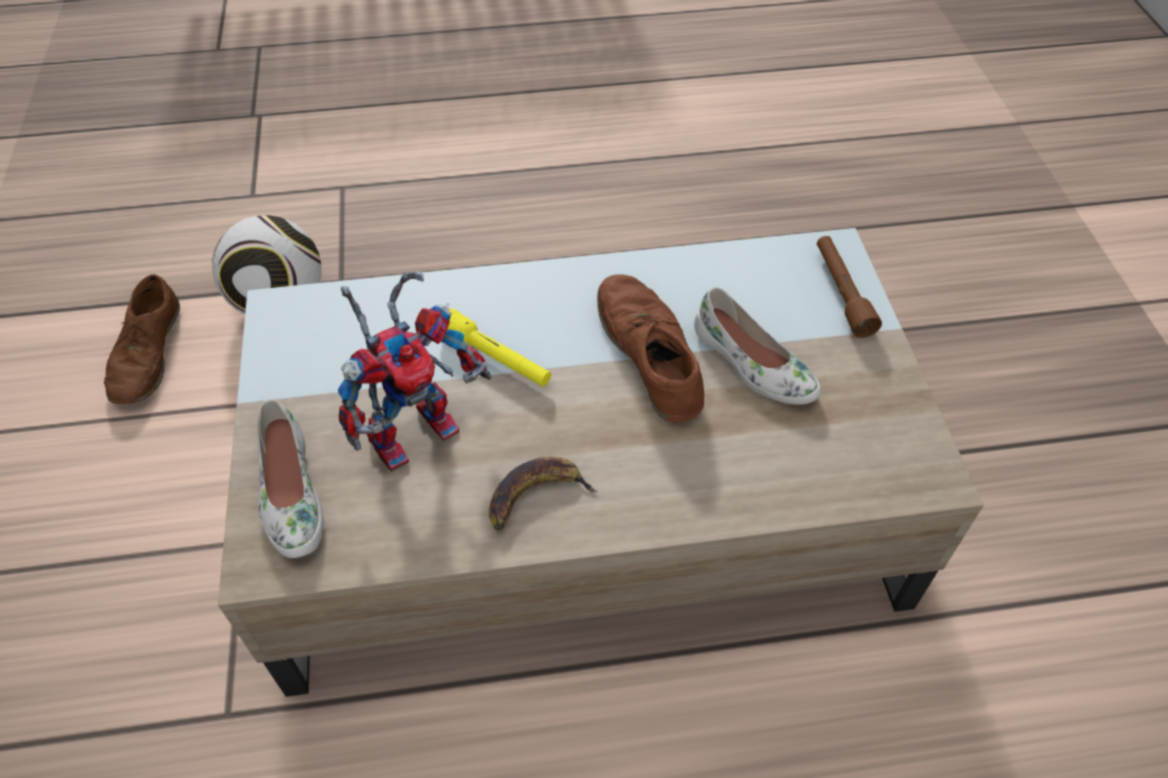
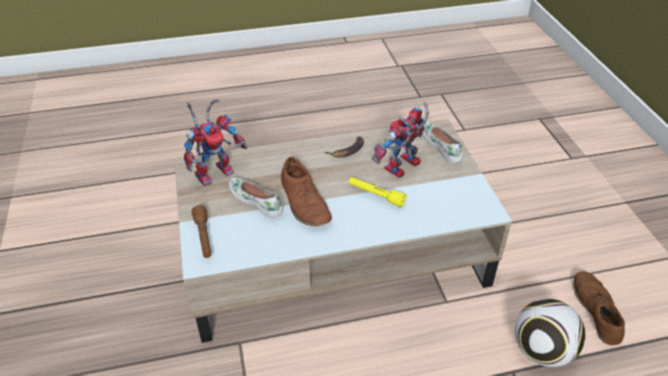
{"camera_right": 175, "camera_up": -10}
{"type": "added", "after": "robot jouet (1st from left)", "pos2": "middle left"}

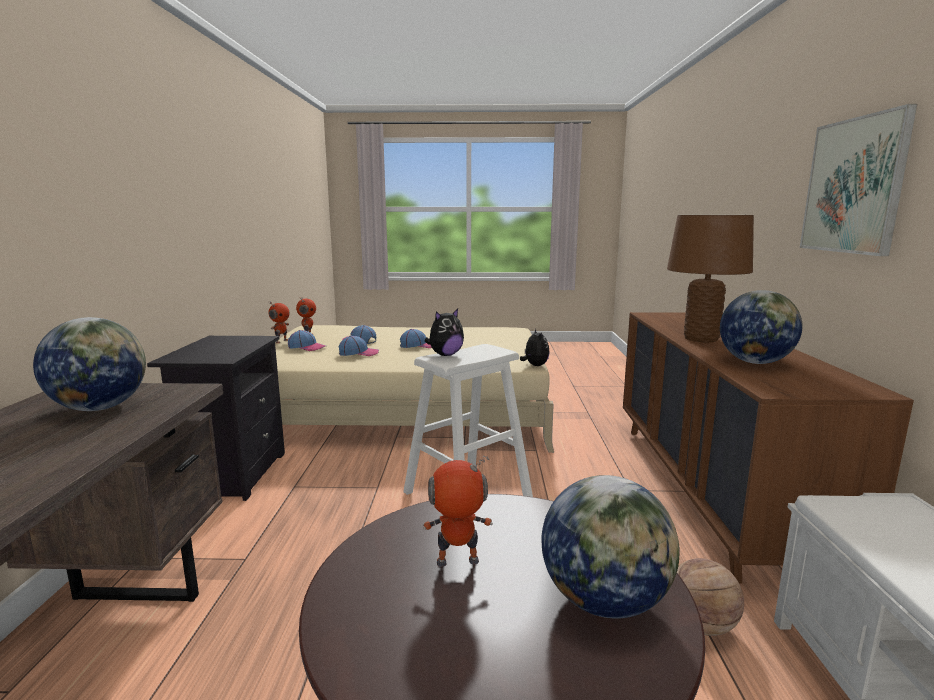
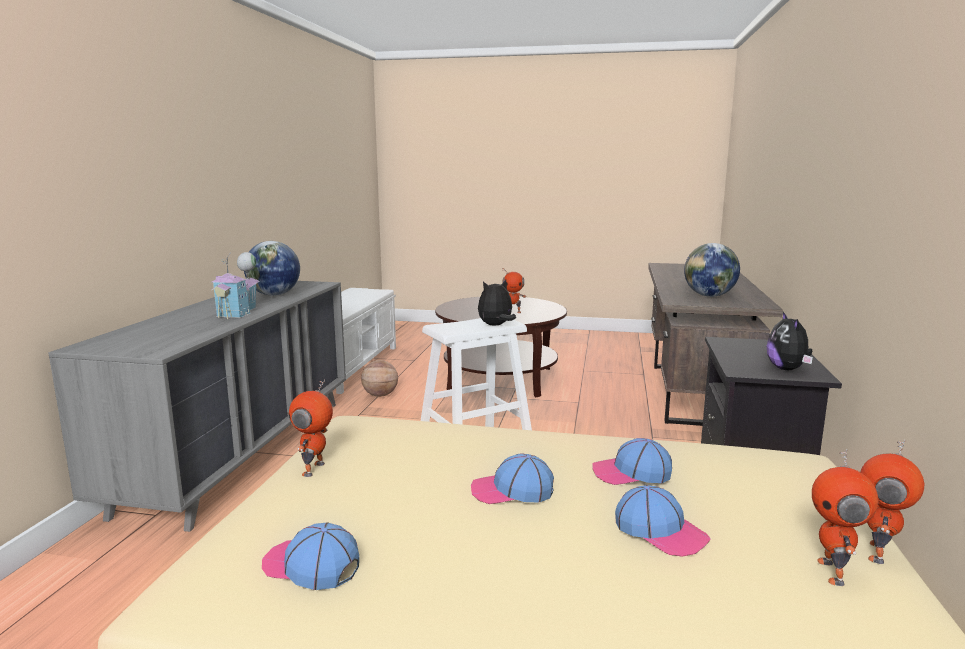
{"camera_right": -170, "camera_up": 0}
{"type": "recoloured", "before": "commode/marron", "after": "commode/gris", "pos1": "middle right", "pos2": "middle left"}
{"type": "replaced", "before": "lampe de table/marron", "after": "maison miniature", "pos1": "middle right", "pos2": "middle left"}
{"type": "moved", "before": "casquette (1st from left)", "pos1": "middle left", "pos2": "bottom left"}
{"type": "added", "after": "robot jouet (1st from left)", "pos2": "middle left"}
{"type": "moved", "before": "peluche (2nd from left)", "pos1": "centre", "pos2": "middle right"}
{"type": "removed", "before": "globe (2nd from left)", "pos1": "bottom centre"}
{"type": "removed", "before": "tableau", "pos1": "top right"}

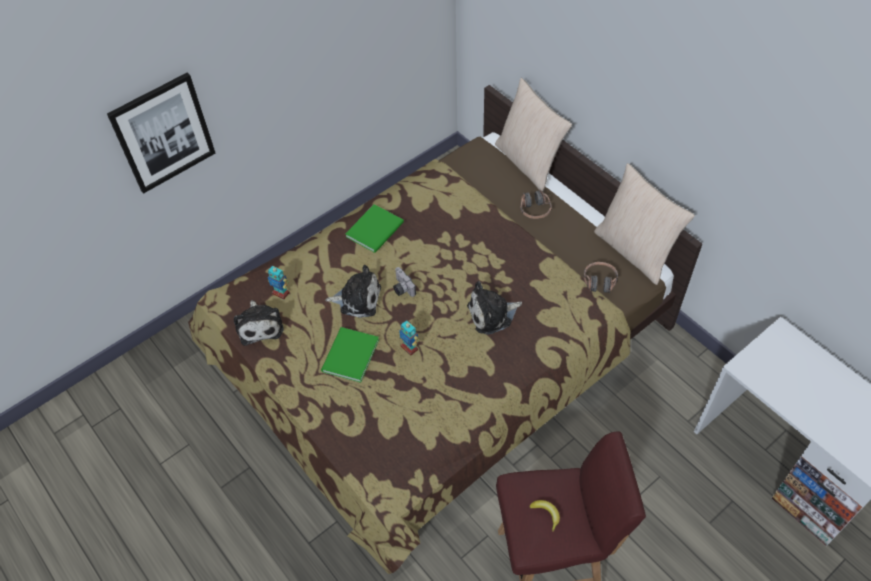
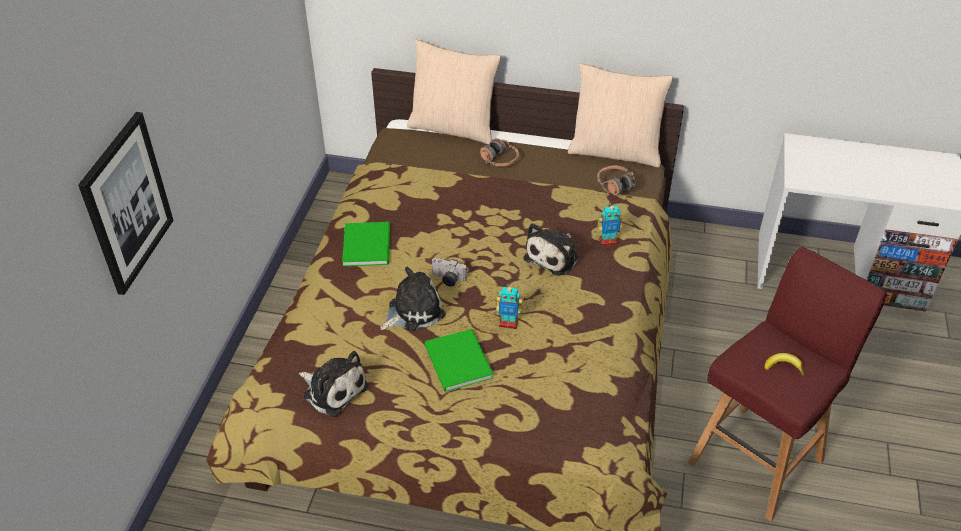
{"camera_right": -40, "camera_up": -10}
{"type": "moved", "before": "robot jouet (1st from left in the first image)", "after": "robot jouet (2nd from left)", "pos1": "middle left", "pos2": "centre"}

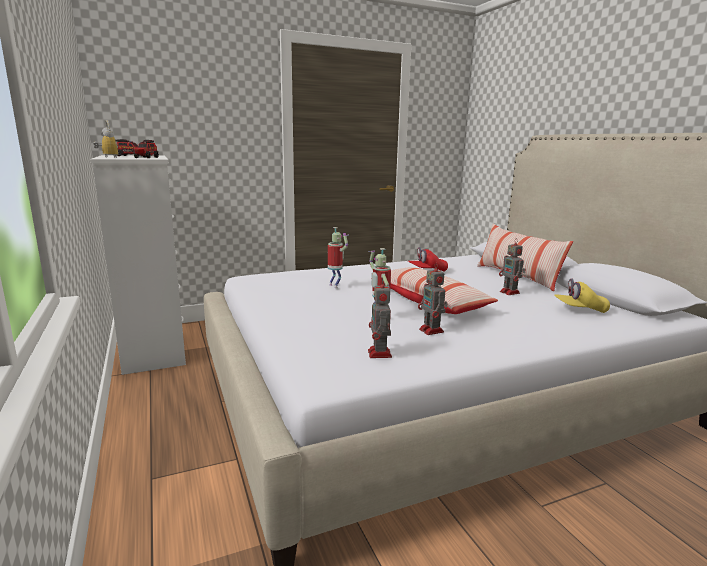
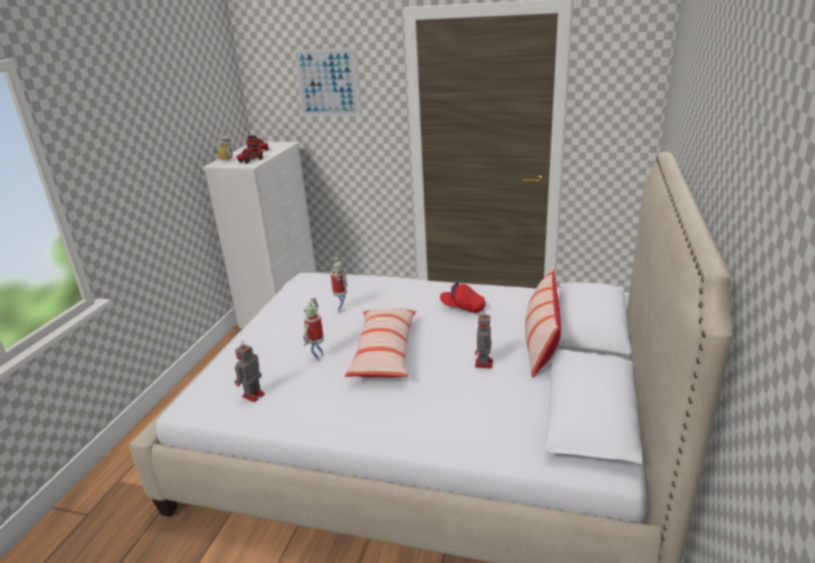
{"camera_right": 40, "camera_up": 10}
{"type": "added", "after": "tableau", "pos2": "top centre"}
{"type": "removed", "before": "robot jouet (4th from left)", "pos1": "centre"}
{"type": "removed", "before": "casquette/jaune", "pos1": "middle right"}

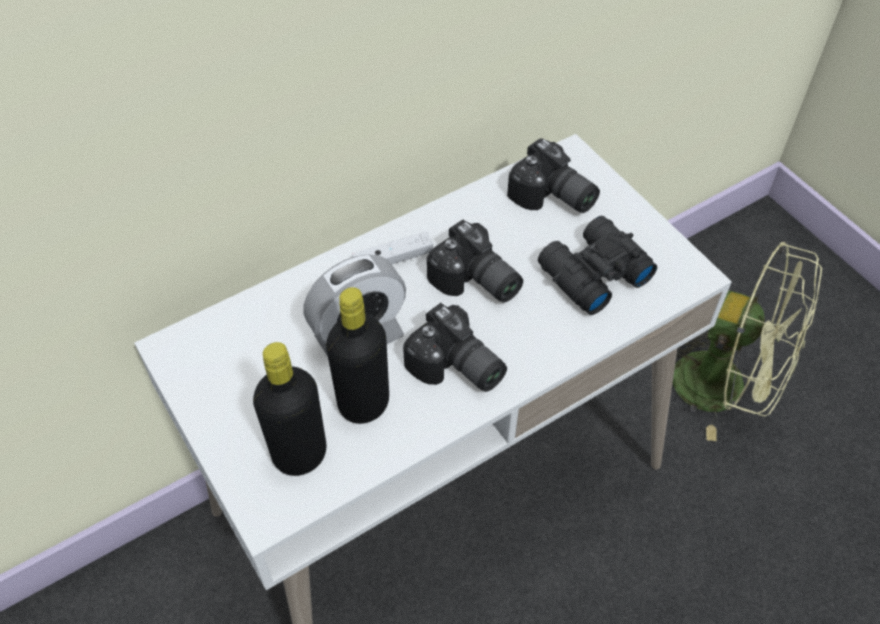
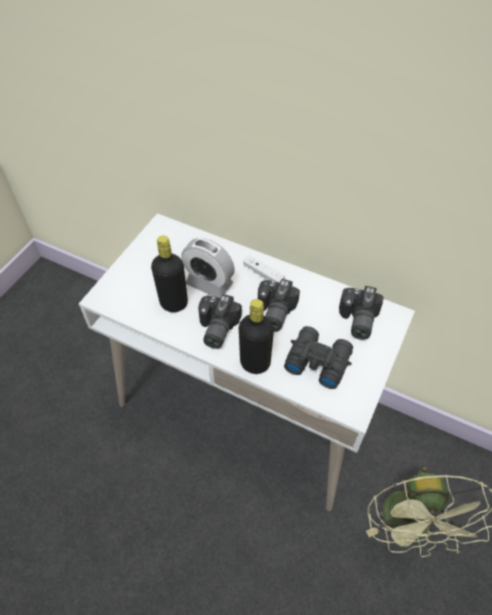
{"camera_right": 60, "camera_up": 0}
{"type": "moved", "before": "bouteille/noir (1st from left in the first image)", "after": "bouteille/noir (2nd from left)", "pos1": "middle left", "pos2": "centre"}

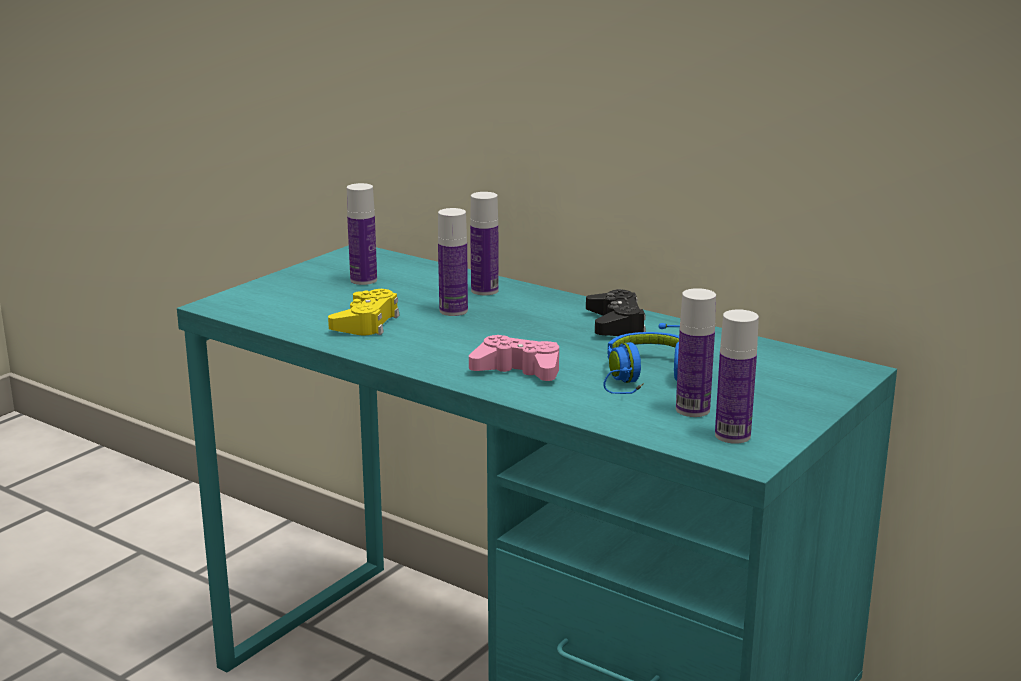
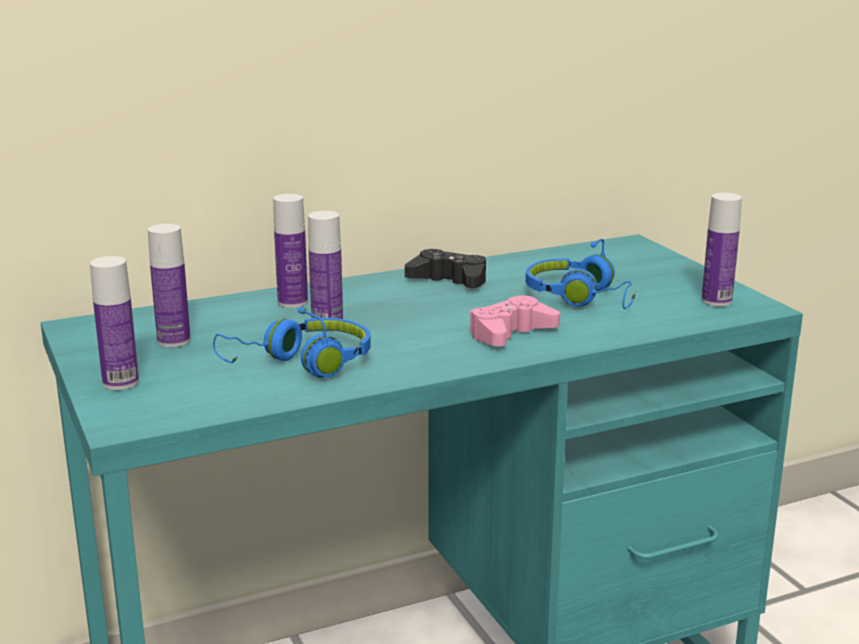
{"camera_right": -60, "camera_up": 0}
{"type": "moved", "before": "bouteille (4th from left in the first image)", "after": "bouteille (1st from left)", "pos1": "middle right", "pos2": "middle left"}
{"type": "replaced", "before": "manette/jaune", "after": "casque audio/bleu (1st from left)", "pos1": "centre", "pos2": "centre"}

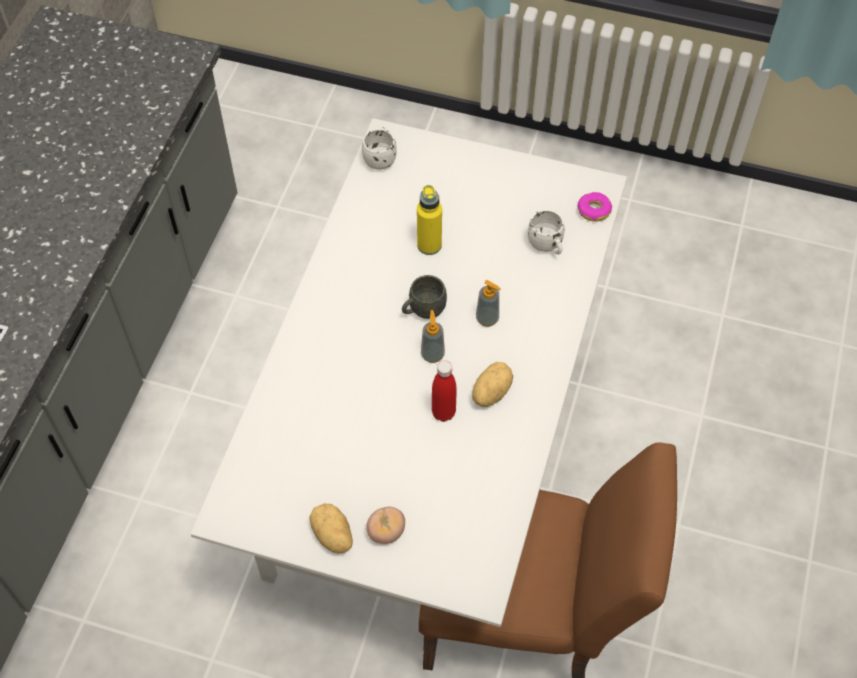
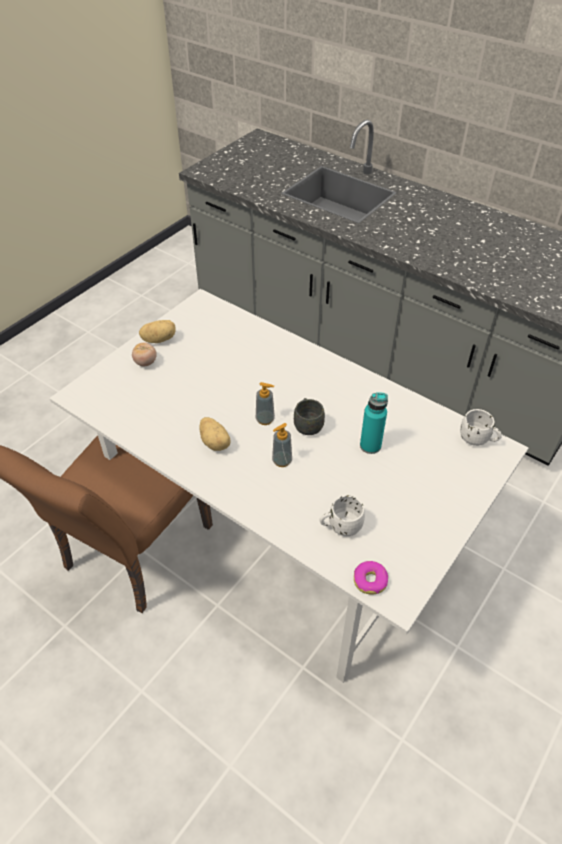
{"camera_right": 110, "camera_up": -10}
{"type": "recoloured", "before": "bouteille/jaune", "after": "bouteille/turquoise", "pos1": "top centre", "pos2": "centre"}
{"type": "removed", "before": "bouteille/rouge", "pos1": "centre"}

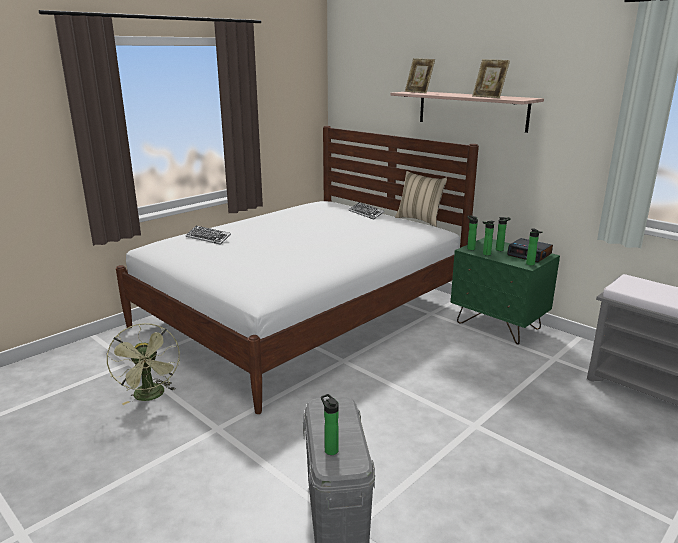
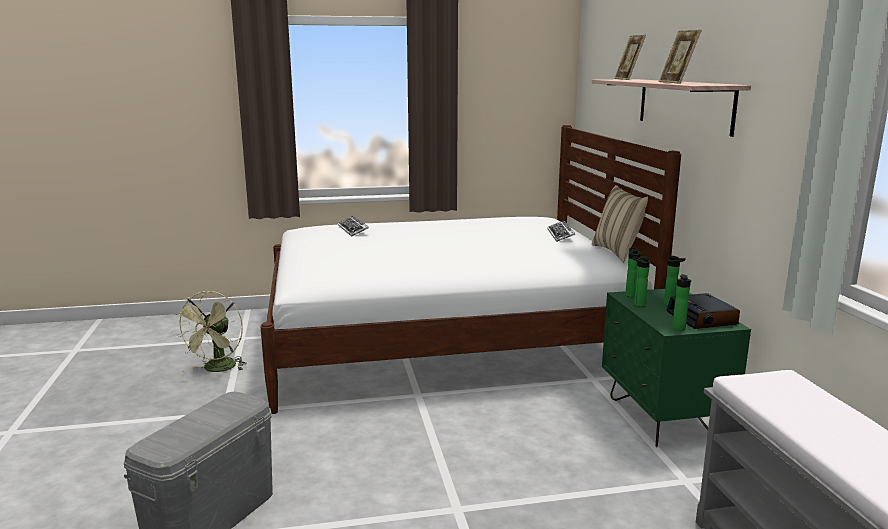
{"camera_right": 35, "camera_up": -5}
{"type": "removed", "before": "bouteille (1st from left)", "pos1": "bottom centre"}

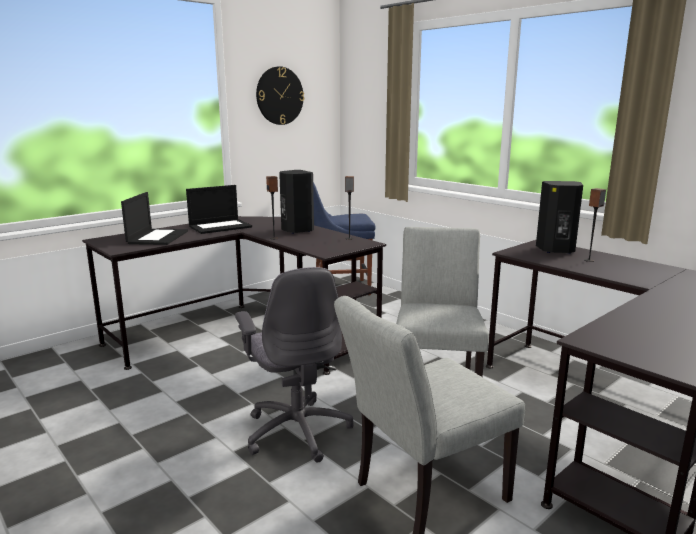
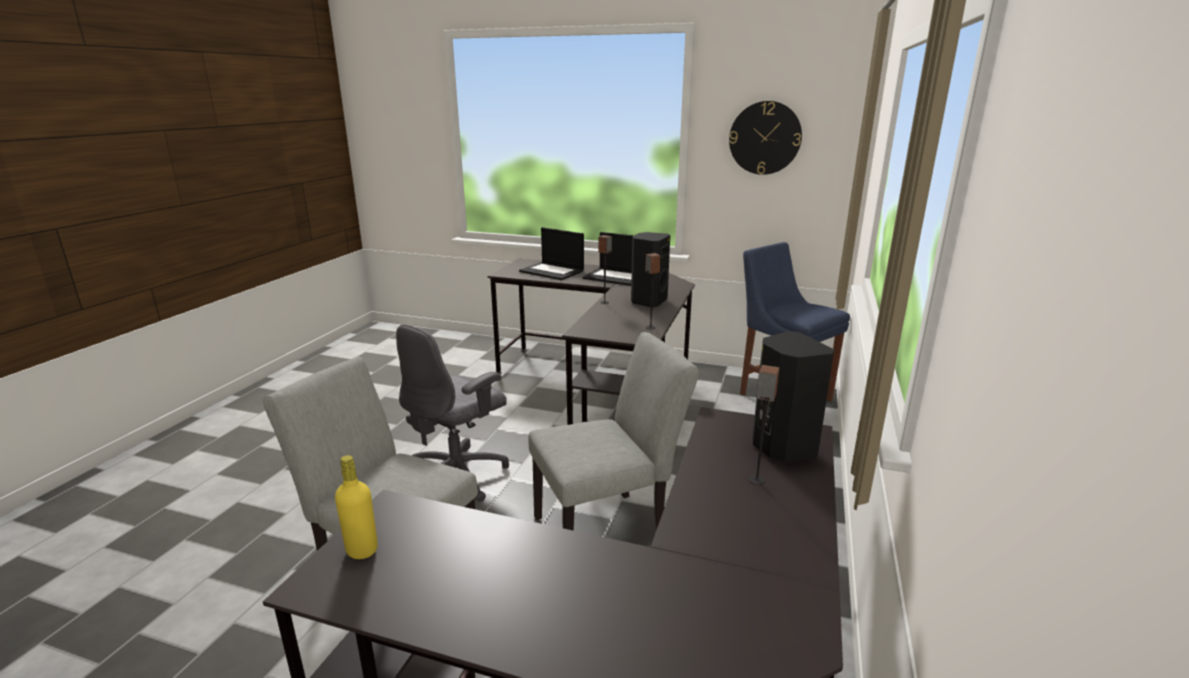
{"camera_right": 60, "camera_up": 5}
{"type": "added", "after": "bouteille/jaune", "pos2": "bottom left"}
{"type": "turned", "before": "ordinateur portable (1st from left)", "pos1": "middle left", "pos2": "centre", "turn": 60}

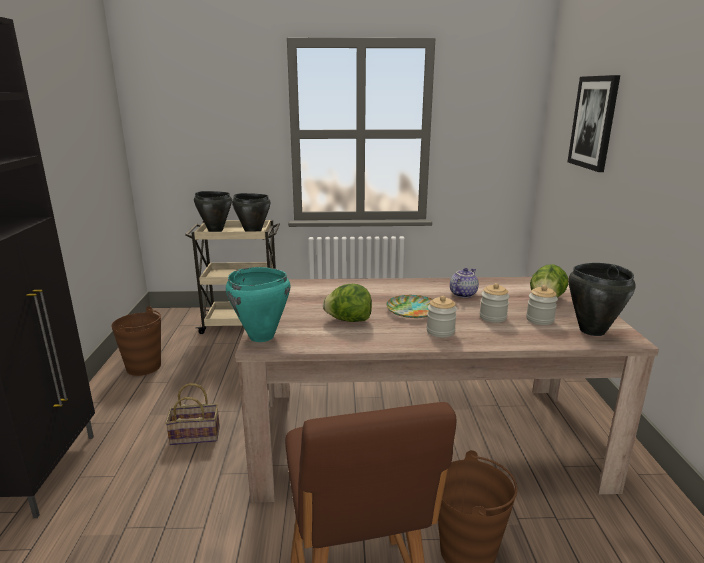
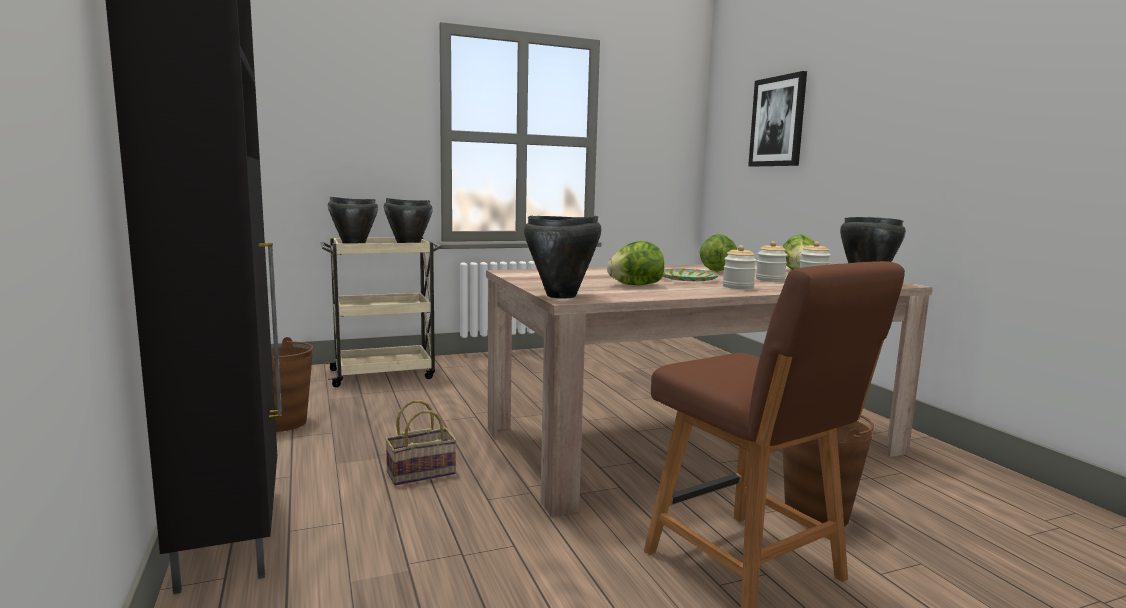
{"camera_right": -20, "camera_up": -10}
{"type": "recoloured", "before": "marmite/turquoise", "after": "marmite/noir (3rd from left)", "pos1": "centre", "pos2": "centre"}
{"type": "replaced", "before": "théière", "after": "laitue (2nd from left)", "pos1": "centre", "pos2": "centre"}

